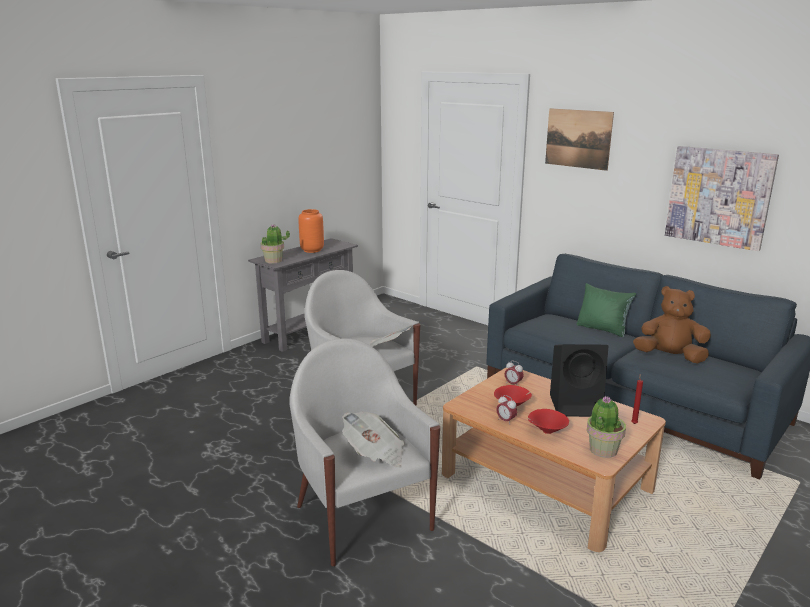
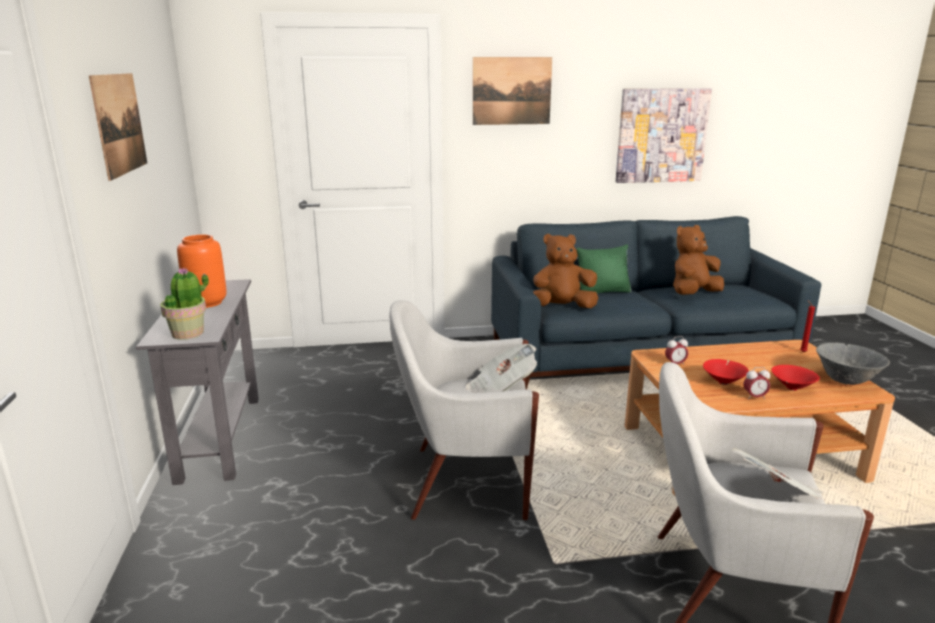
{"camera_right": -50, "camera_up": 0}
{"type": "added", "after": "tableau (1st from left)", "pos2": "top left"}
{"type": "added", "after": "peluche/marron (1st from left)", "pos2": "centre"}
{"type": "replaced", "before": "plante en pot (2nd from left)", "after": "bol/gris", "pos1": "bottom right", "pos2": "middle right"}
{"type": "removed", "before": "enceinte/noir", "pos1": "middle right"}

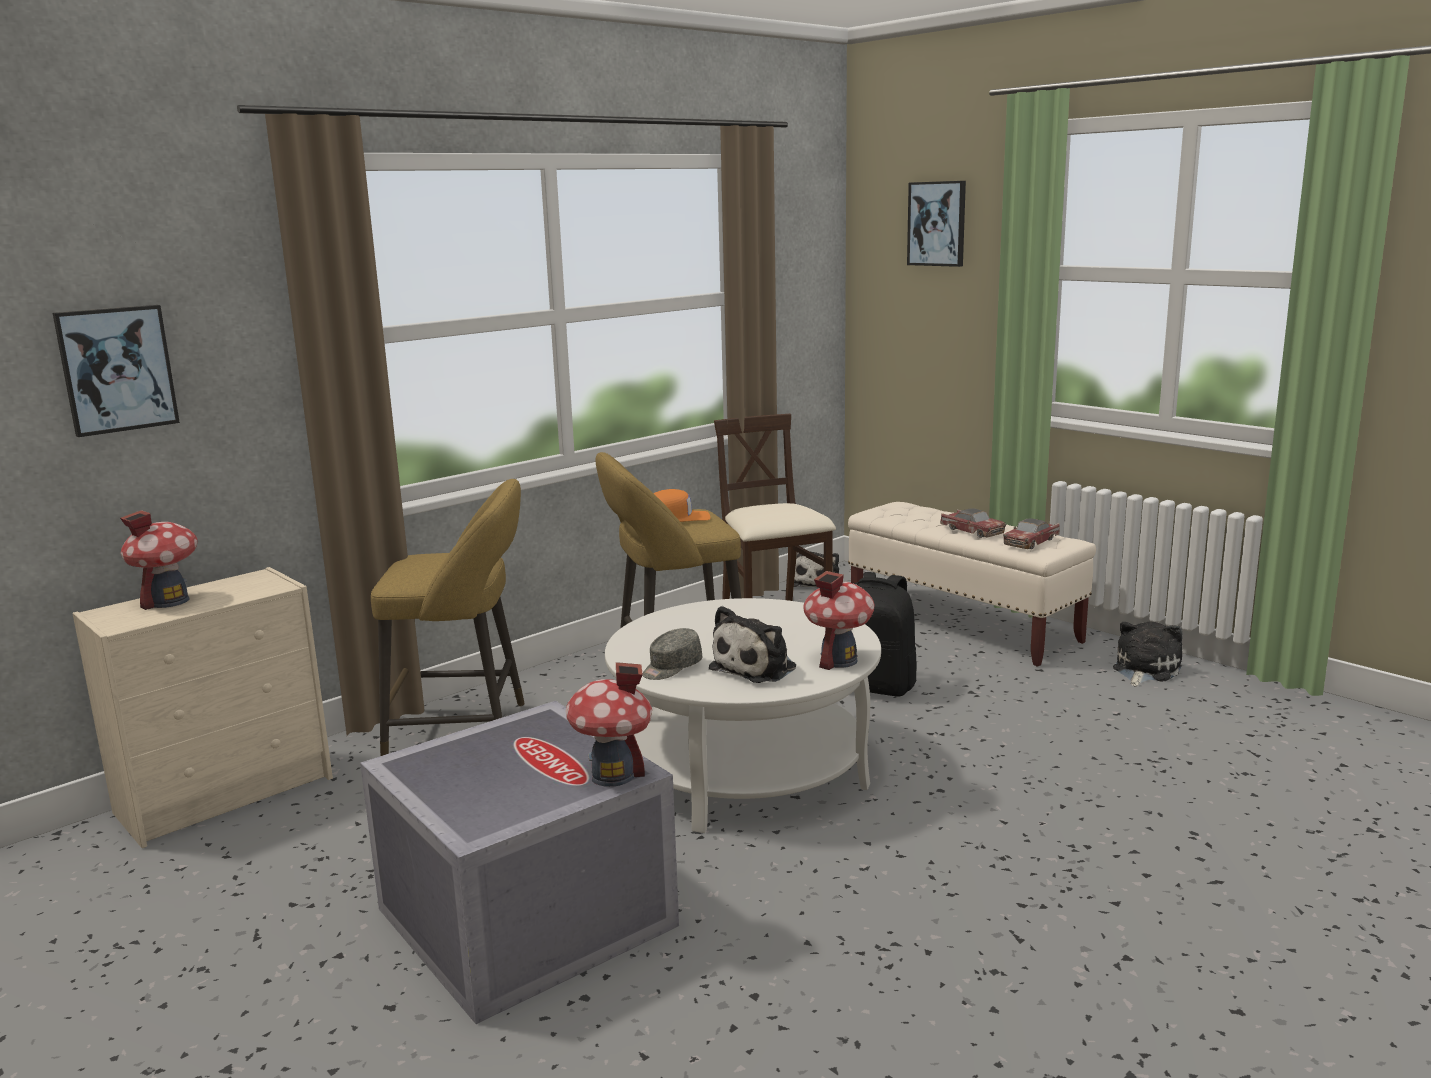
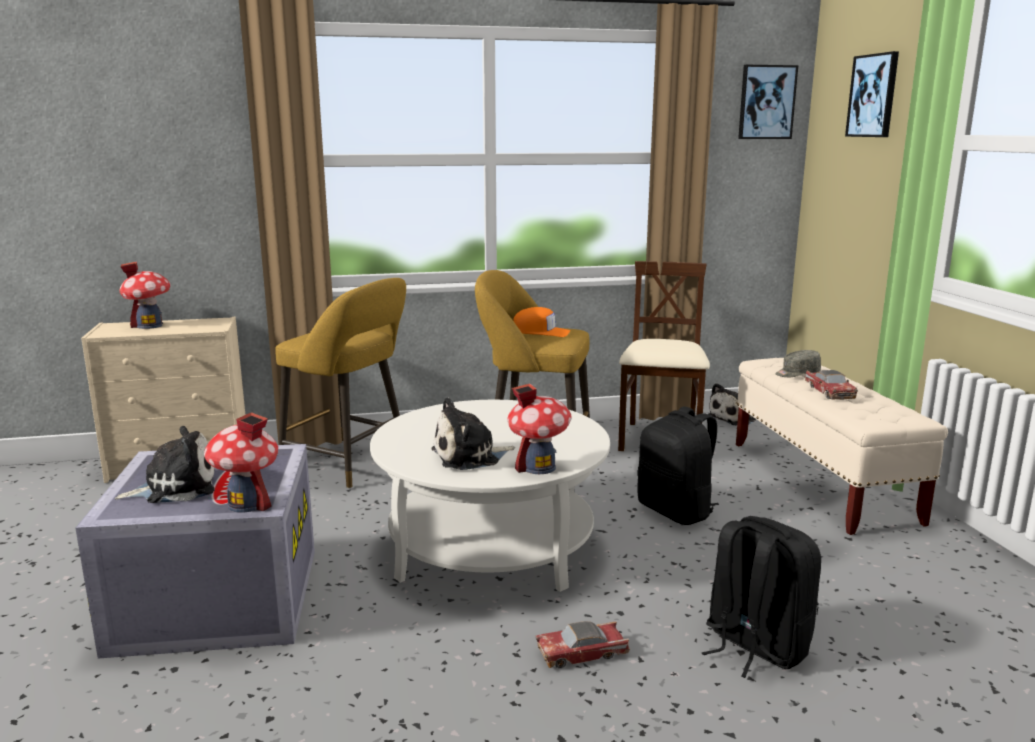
{"camera_right": 30, "camera_up": 0}
{"type": "moved", "before": "peluche (3rd from left in the first image)", "after": "peluche (1st from left)", "pos1": "middle right", "pos2": "middle left"}
{"type": "moved", "before": "petite voiture (2nd from left in the first image)", "after": "petite voiture (1st from left)", "pos1": "middle right", "pos2": "bottom centre"}
{"type": "added", "after": "sac à dos/noir (2nd from left)", "pos2": "bottom right"}
{"type": "moved", "before": "tableau (1st from left)", "pos1": "middle left", "pos2": "top right"}
{"type": "moved", "before": "casquette/gris", "pos1": "centre", "pos2": "middle right"}

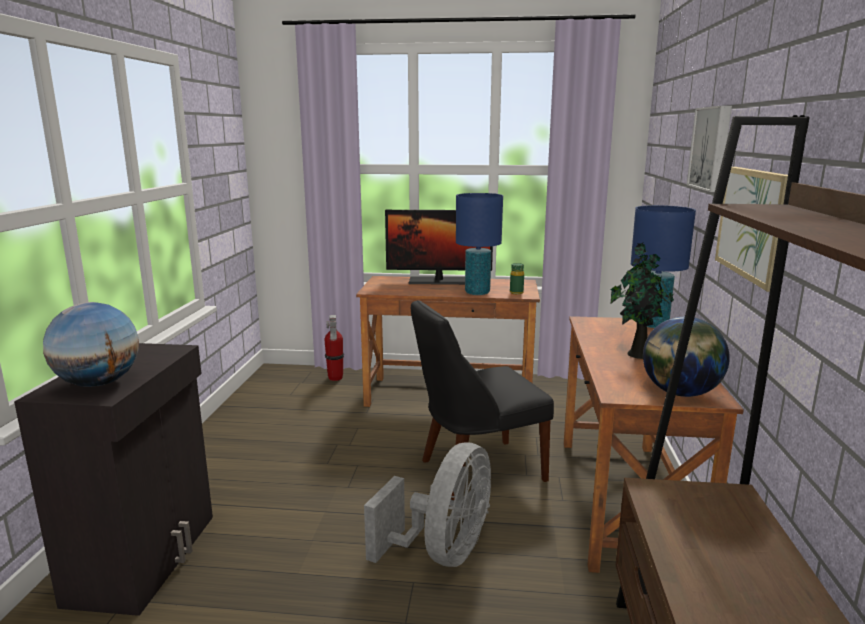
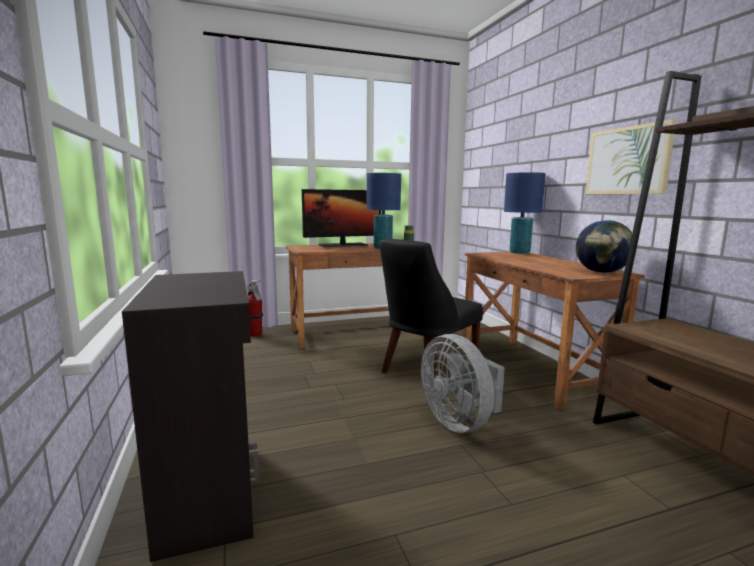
{"camera_right": -25, "camera_up": -5}
{"type": "turned", "before": "ventilateur/gris", "pos1": "bottom centre", "pos2": "bottom centre", "turn": 150}
{"type": "removed", "before": "globe (1st from left)", "pos1": "middle left"}
{"type": "removed", "before": "plante en pot", "pos1": "middle right"}
{"type": "removed", "before": "tableau (1st from left)", "pos1": "top right"}

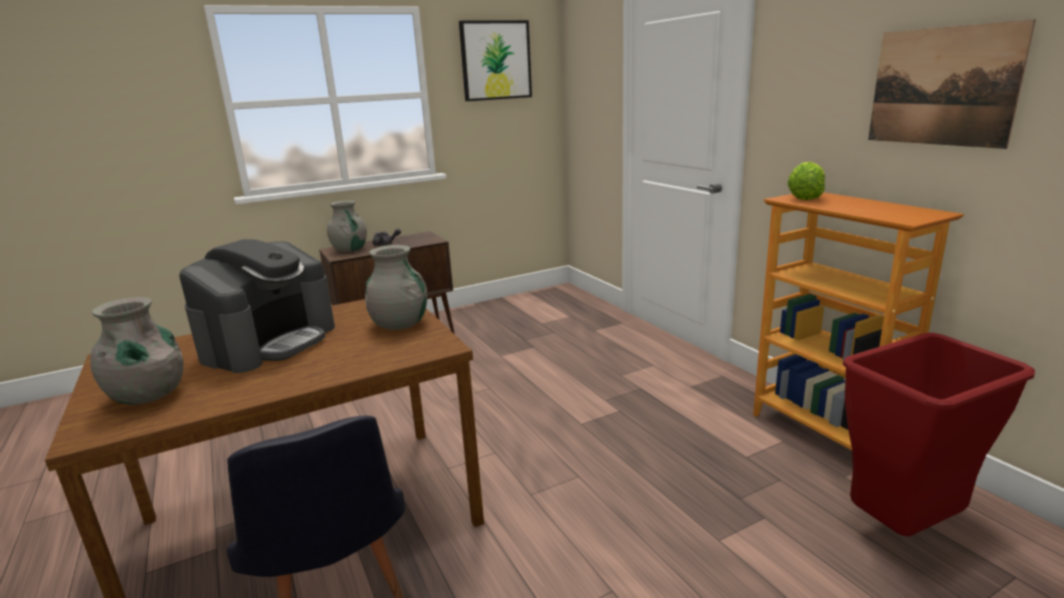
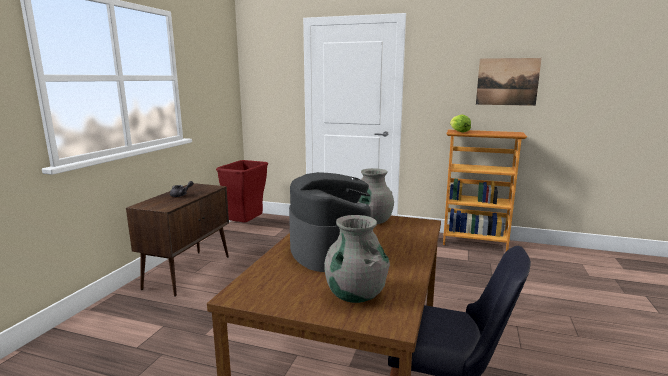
{"camera_right": -45, "camera_up": -5}
{"type": "moved", "before": "poubelle/rouge", "pos1": "bottom right", "pos2": "centre"}
{"type": "removed", "before": "vase/gris (2nd from left)", "pos1": "middle left"}
{"type": "removed", "before": "tableau (1st from left)", "pos1": "top centre"}

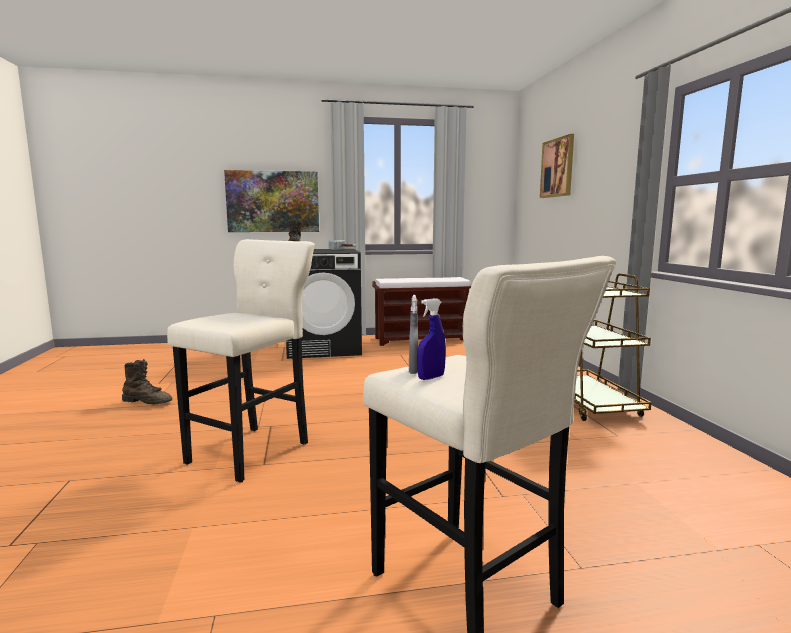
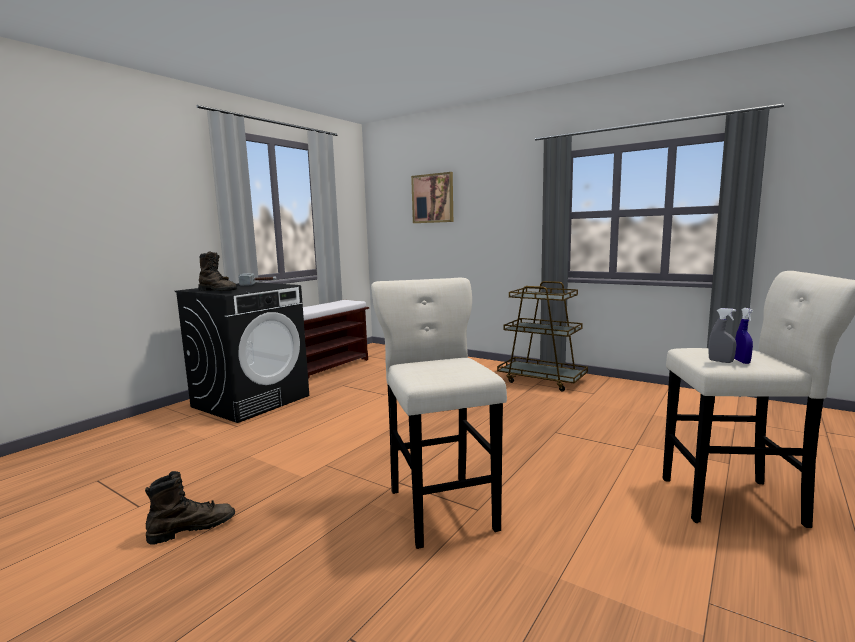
{"camera_right": -45, "camera_up": 0}
{"type": "removed", "before": "tableau (1st from left)", "pos1": "top centre"}

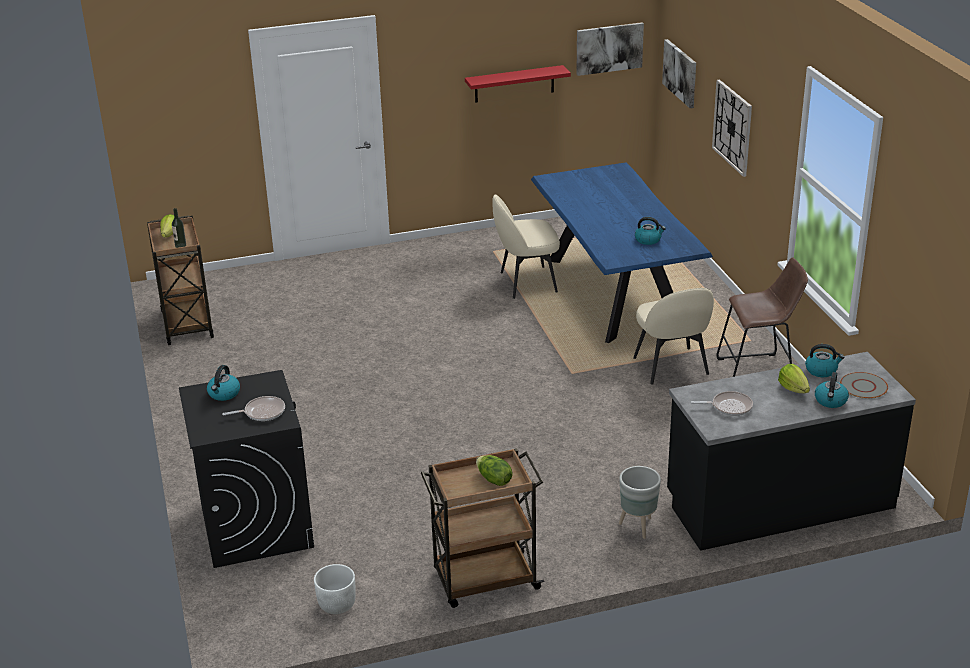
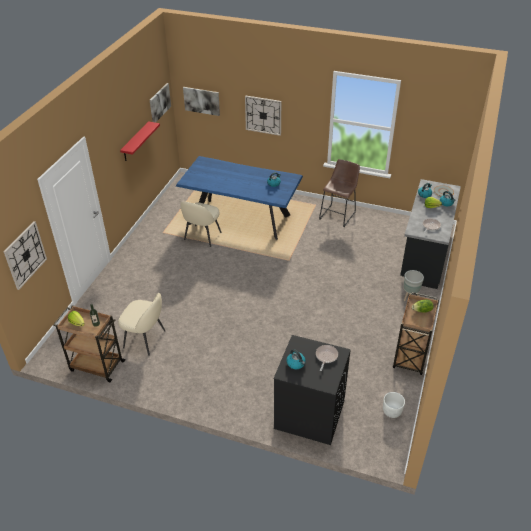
{"camera_right": -55, "camera_up": 10}
{"type": "added", "after": "horloge murale (1st from left)", "pos2": "middle left"}
{"type": "moved", "before": "chaise/beige (2nd from left in the first image)", "after": "chaise/beige (1st from left)", "pos1": "middle right", "pos2": "middle left"}

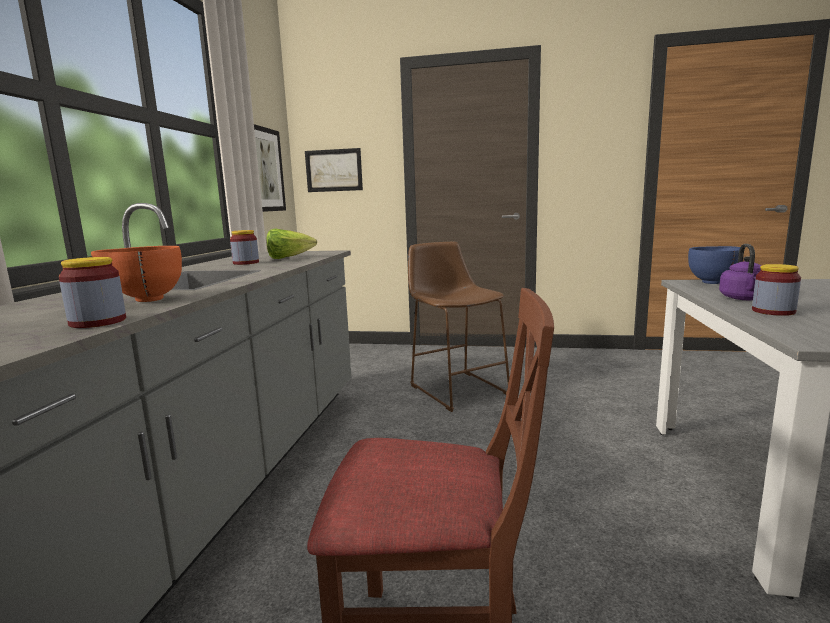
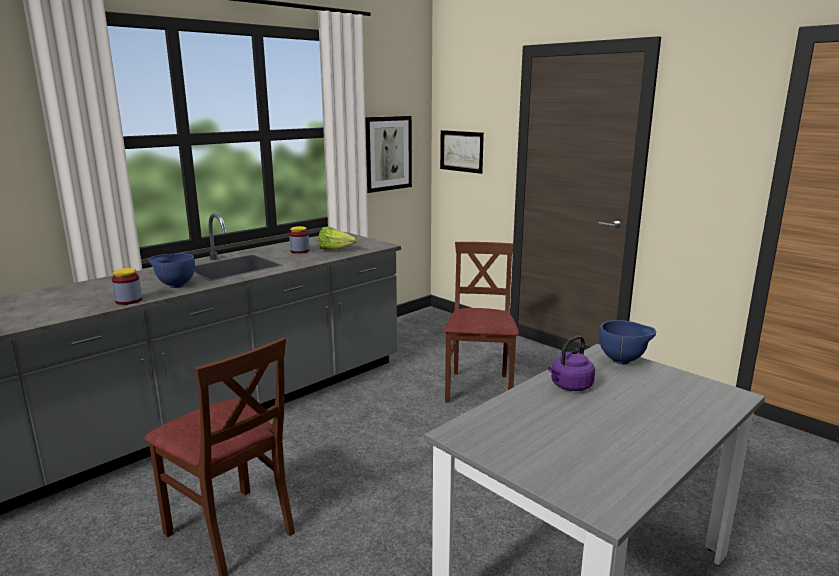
{"camera_right": 35, "camera_up": 5}
{"type": "recoloured", "before": "bol/orange", "after": "bol/bleu (1st from left)", "pos1": "middle left", "pos2": "middle left"}
{"type": "replaced", "before": "tabouret/marron", "after": "chaise/marron (2nd from left)", "pos1": "centre", "pos2": "centre"}
{"type": "removed", "before": "bocal (3rd from left)", "pos1": "middle right"}

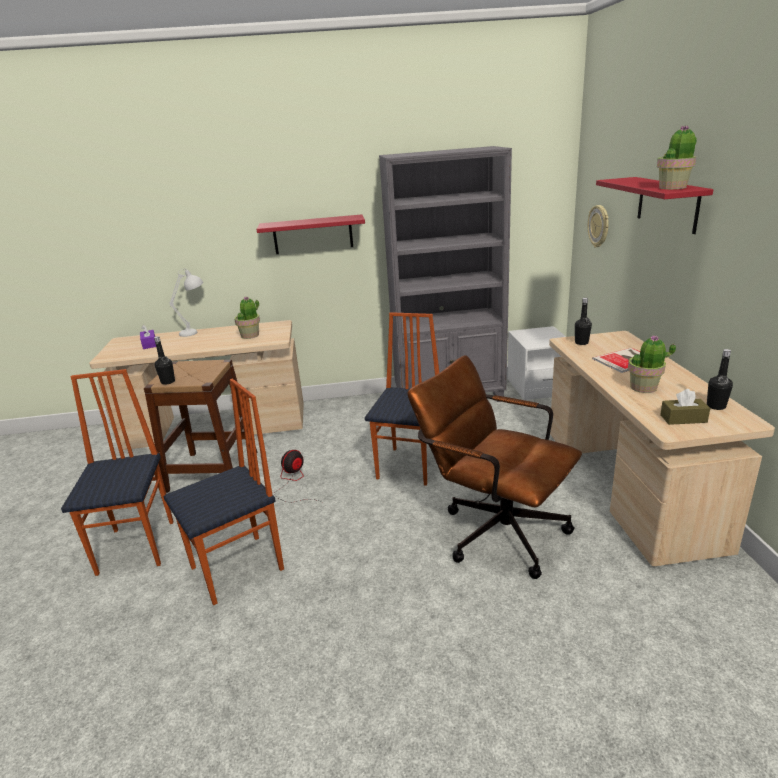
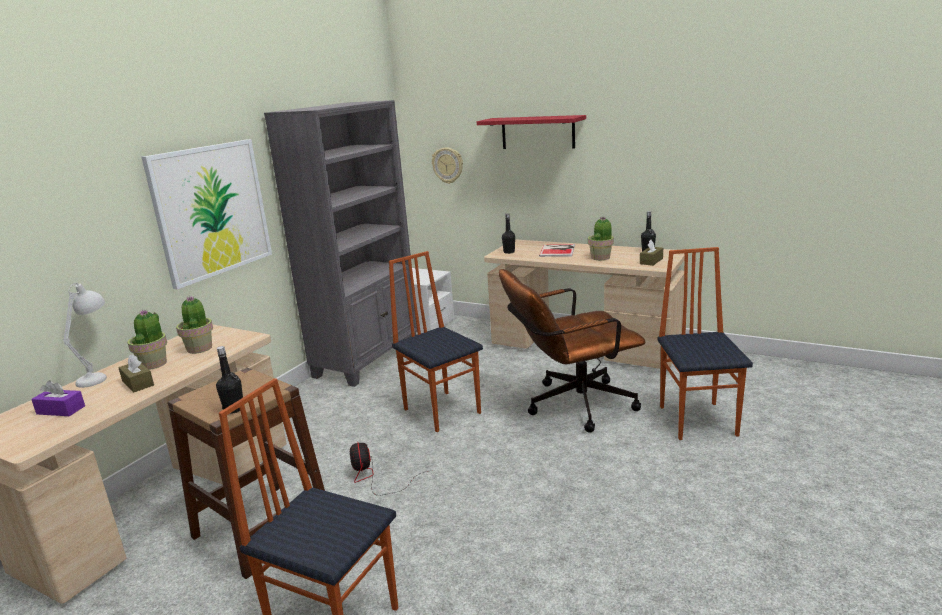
{"camera_right": -55, "camera_up": -5}
{"type": "added", "after": "boîte à mouchoirs/marron (1st from left)", "pos2": "middle left"}
{"type": "moved", "before": "plante en pot (3rd from left in the first image)", "after": "plante en pot (1st from left)", "pos1": "top right", "pos2": "middle left"}
{"type": "replaced", "before": "étagère/rouge (1st from left)", "after": "tableau", "pos1": "top centre", "pos2": "middle left"}
{"type": "moved", "before": "chaise (2nd from left in the first image)", "after": "chaise (3rd from left)", "pos1": "middle left", "pos2": "middle right"}

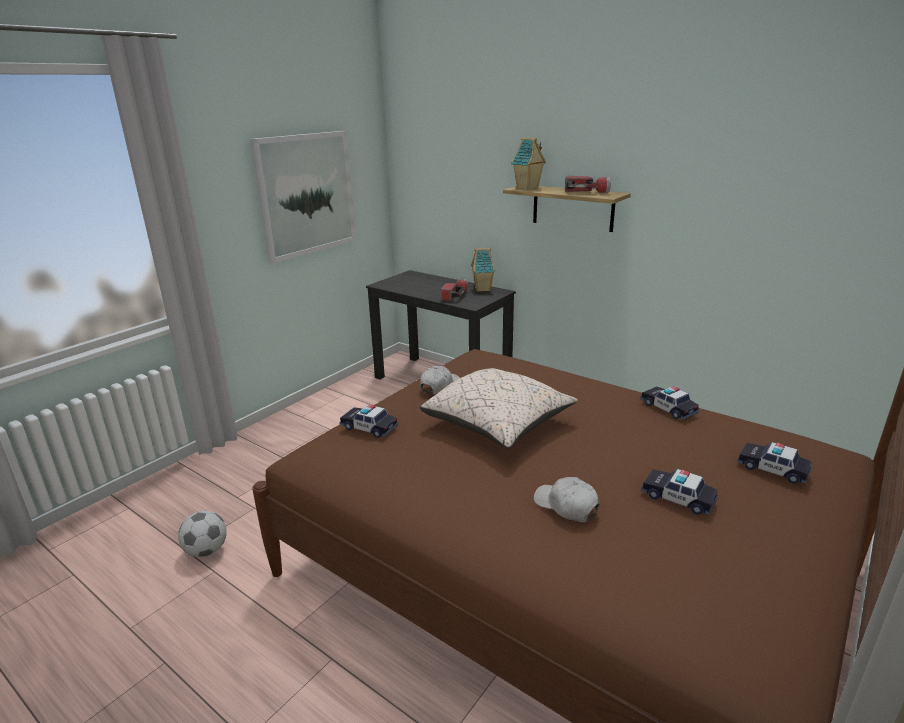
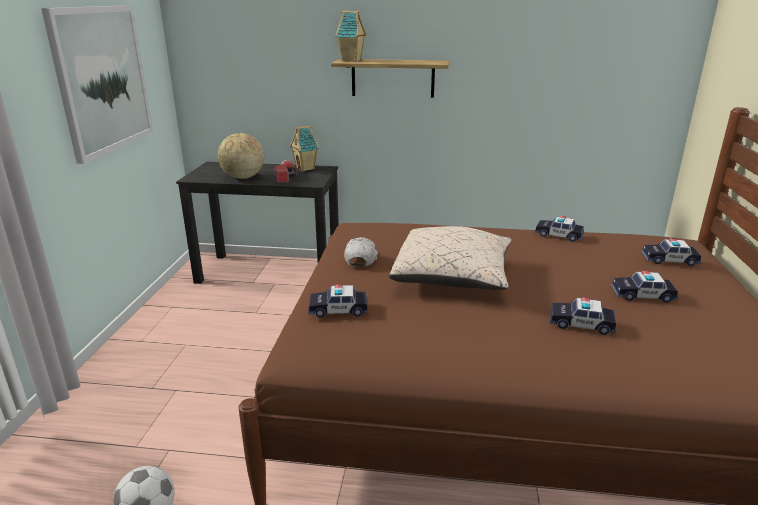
{"camera_right": -30, "camera_up": 0}
{"type": "added", "after": "globe", "pos2": "top left"}
{"type": "replaced", "before": "casquette/blanc (2nd from left)", "after": "petite voiture (3rd from left)", "pos1": "bottom centre", "pos2": "middle right"}
{"type": "removed", "before": "lampe de poche (2nd from left)", "pos1": "top centre"}

